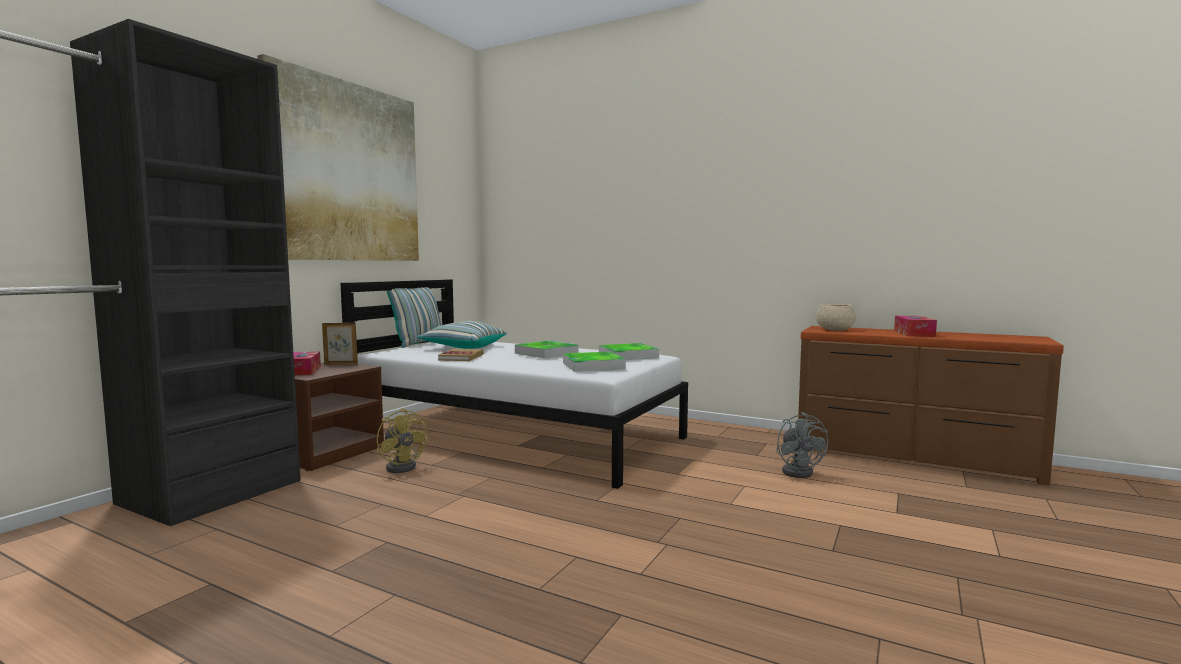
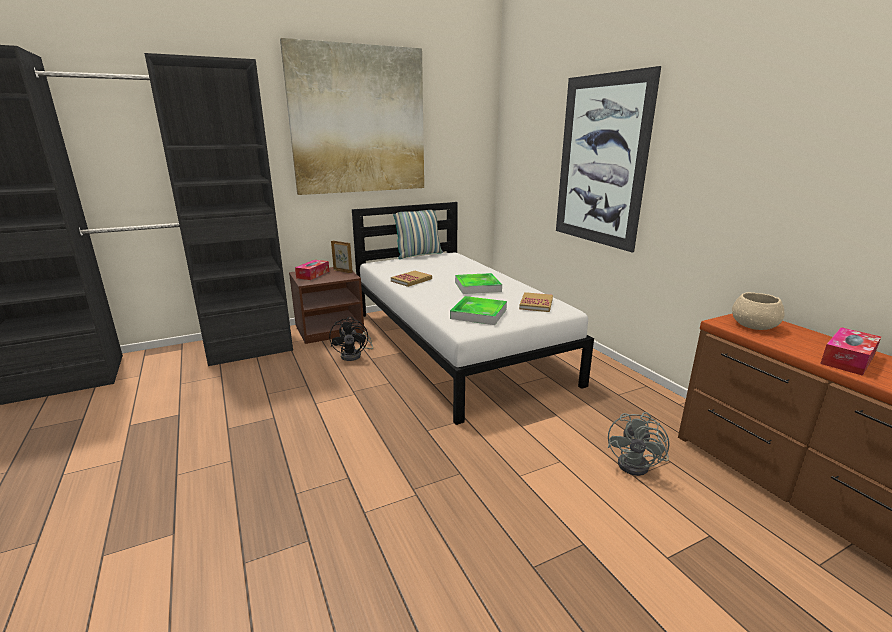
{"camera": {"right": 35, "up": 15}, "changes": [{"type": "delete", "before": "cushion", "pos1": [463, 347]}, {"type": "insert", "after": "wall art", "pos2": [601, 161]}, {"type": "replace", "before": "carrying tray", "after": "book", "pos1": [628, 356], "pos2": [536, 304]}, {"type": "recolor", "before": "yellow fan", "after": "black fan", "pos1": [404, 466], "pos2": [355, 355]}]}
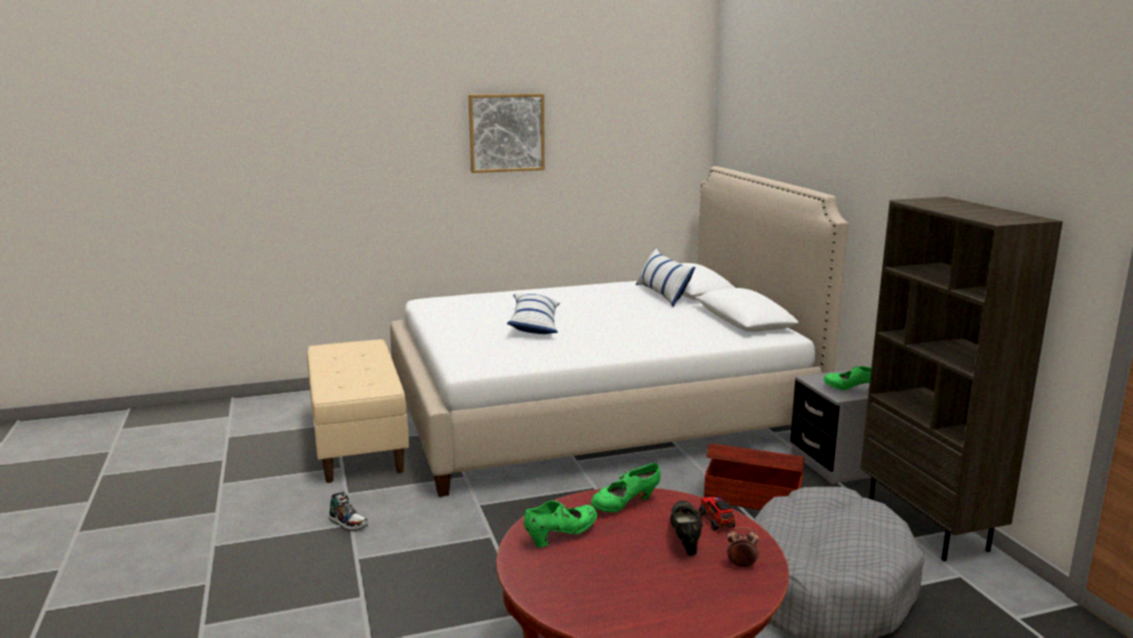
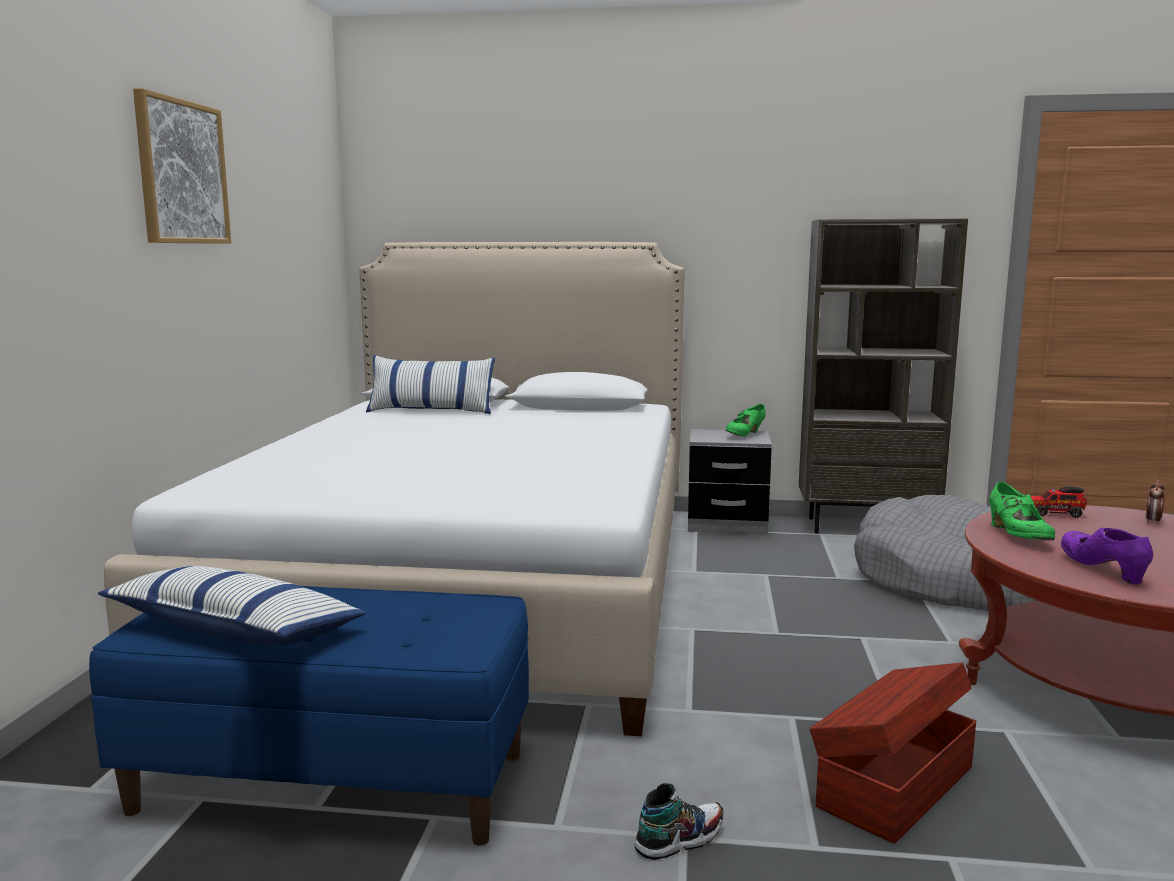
{"camera": {"right": -65, "up": -5}, "changes": [{"type": "delete", "before": "black low shoe", "pos1": [685, 538]}, {"type": "move", "before": "cushion", "pos1": [534, 324], "pos2": [235, 631]}, {"type": "move", "before": "brown storage bin", "pos1": [751, 497], "pos2": [892, 786]}, {"type": "recolor", "before": "sand-coloured bench", "after": "blue-coloured bench", "pos1": [359, 442], "pos2": [334, 781]}, {"type": "recolor", "before": "green low shoe", "after": "purple-coloured low shoe", "pos1": [561, 535], "pos2": [1103, 570]}]}
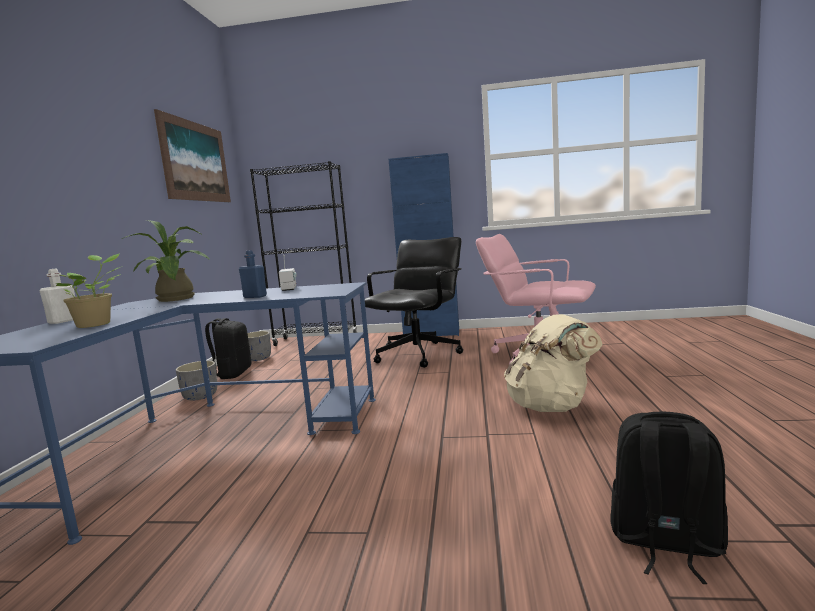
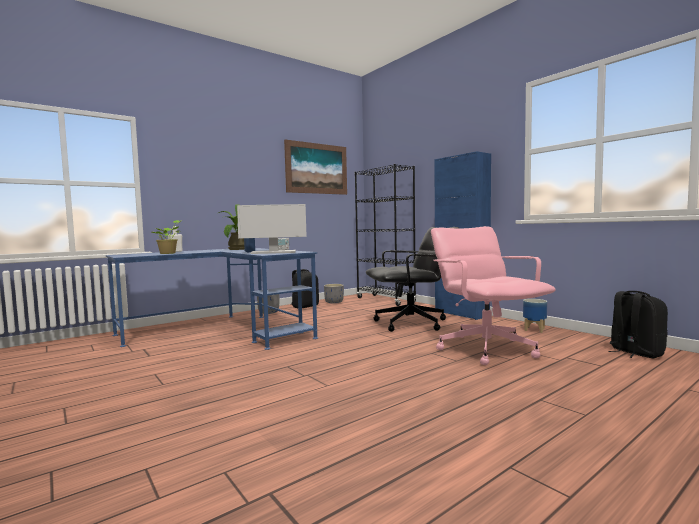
{"camera": {"right": 45, "up": -5}, "changes": [{"type": "delete", "before": "sand-coloured rucksack", "pos1": [551, 406]}, {"type": "insert", "after": "monitor", "pos2": [273, 252]}, {"type": "insert", "after": "flower pot", "pos2": [534, 330]}, {"type": "move", "before": "black rucksack", "pos1": [665, 543], "pos2": [635, 353]}]}
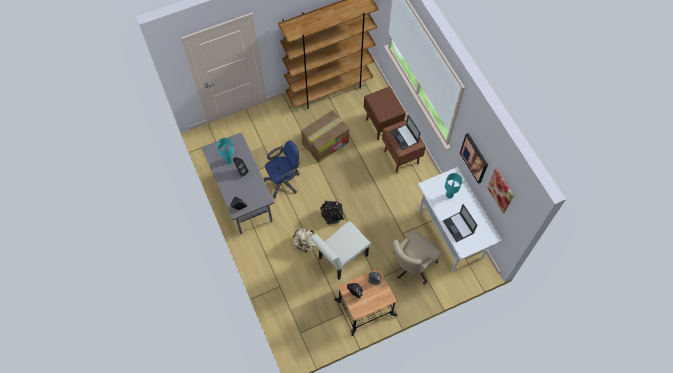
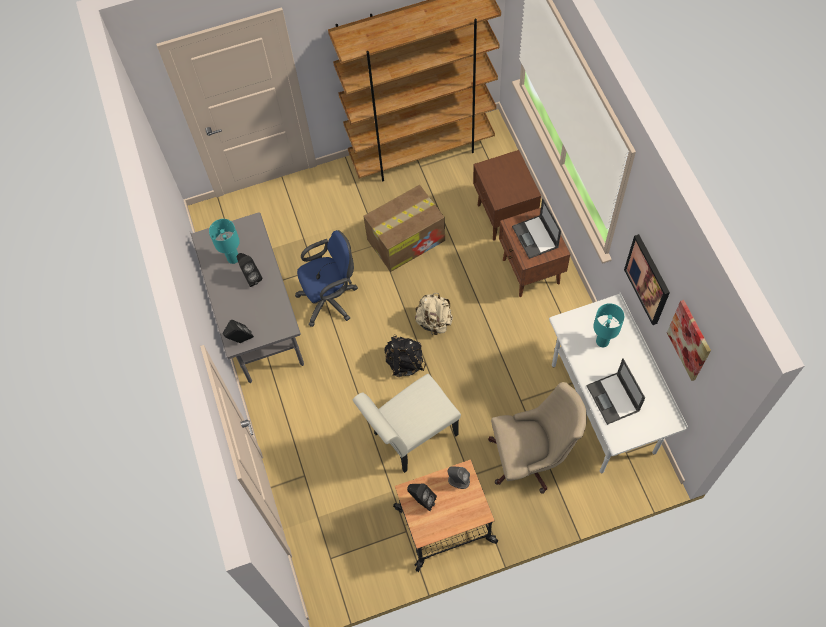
{"camera": {"right": 10, "up": 0}, "changes": [{"type": "move", "before": "sand-coloured rucksack", "pos1": [304, 244], "pos2": [434, 321]}, {"type": "rotate", "before": "sand-coloured office chair", "pos1": [411, 266], "pos2": [531, 458], "turn": -150}]}
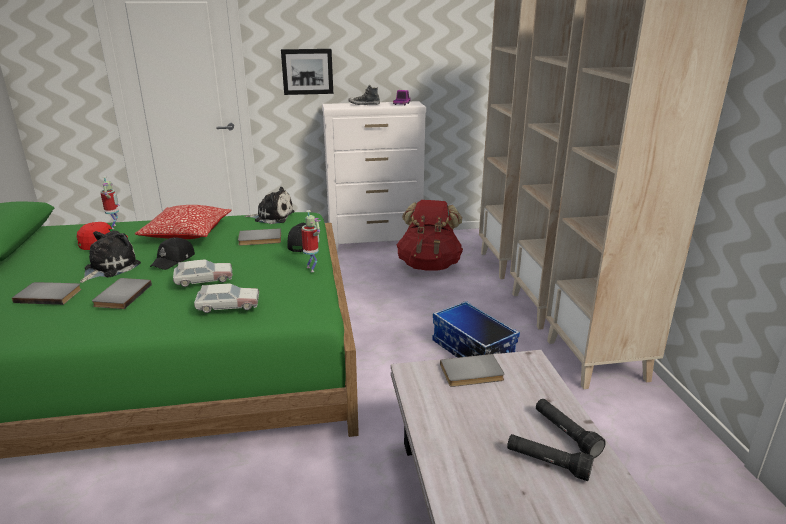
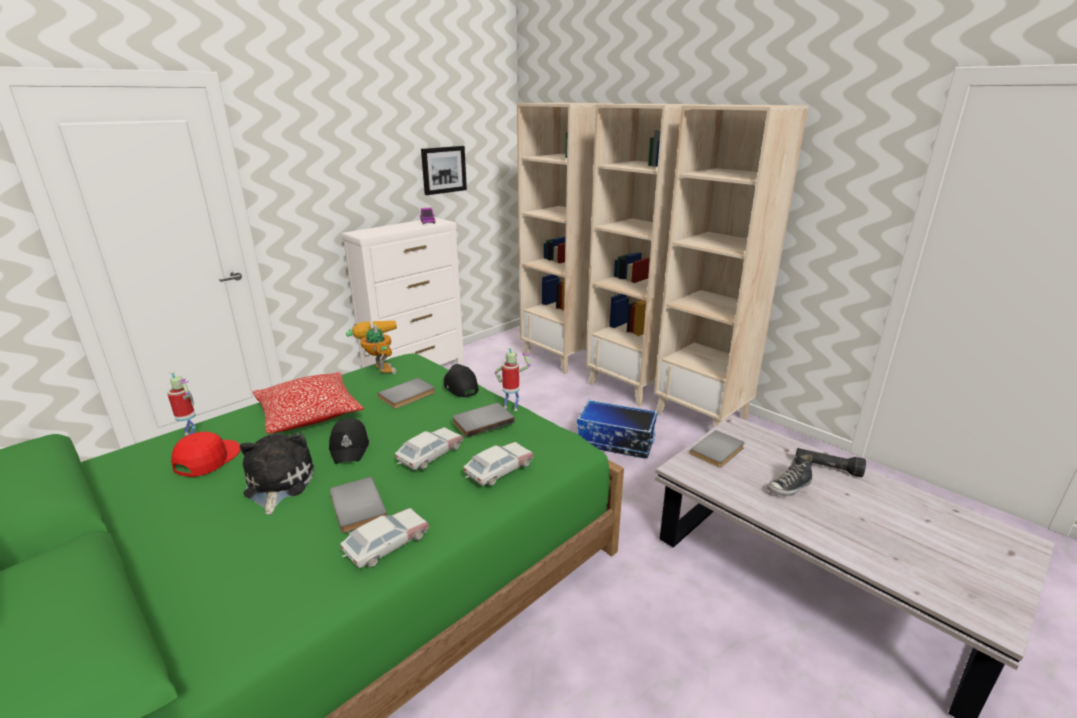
{"camera": {"right": -35, "up": 0}, "changes": [{"type": "delete", "before": "red-coloured rucksack", "pos1": [429, 265]}, {"type": "delete", "before": "black torch", "pos1": [547, 463]}, {"type": "insert", "after": "toy car", "pos2": [386, 544]}, {"type": "move", "before": "greyish book", "pos1": [49, 295], "pos2": [482, 421]}, {"type": "move", "before": "wall art", "pos1": [307, 71], "pos2": [443, 170]}, {"type": "move", "before": "low shoe", "pos1": [364, 104], "pos2": [789, 487]}, {"type": "replace", "before": "plush toy", "after": "toy robot", "pos1": [272, 217], "pos2": [378, 369]}]}
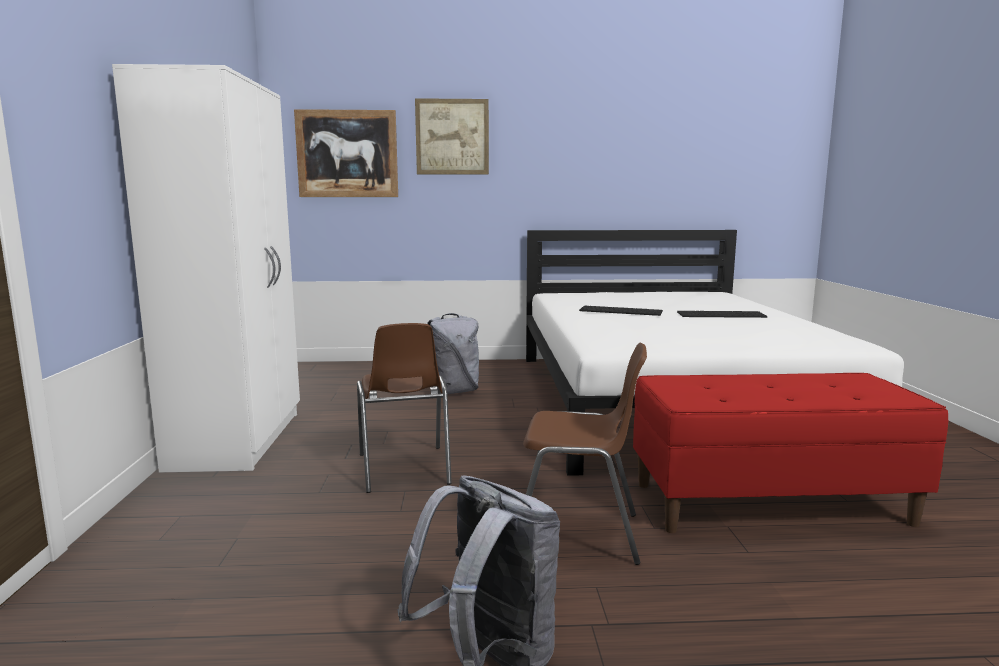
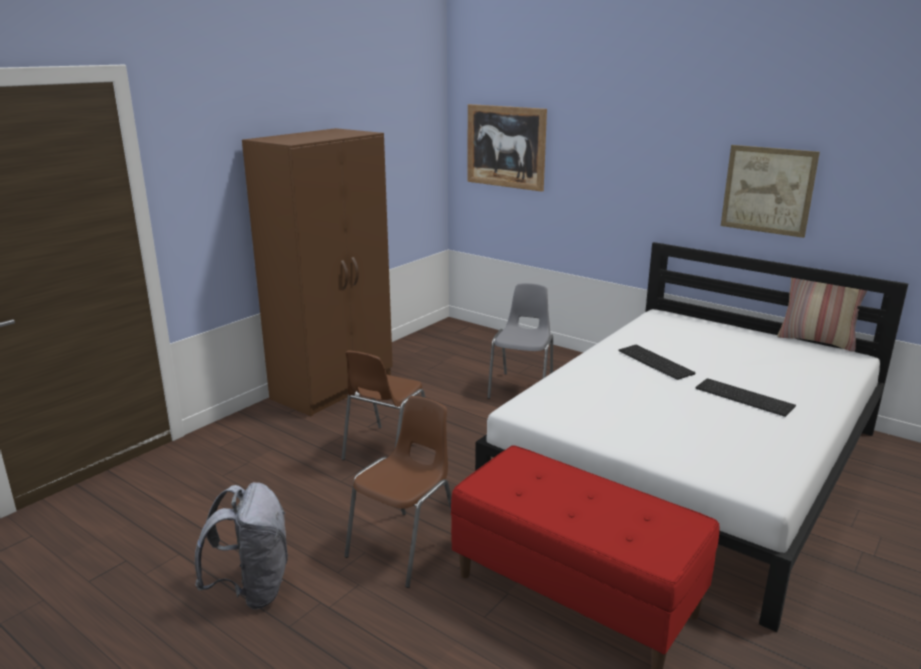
{"camera": {"right": 40, "up": 10}, "changes": [{"type": "insert", "after": "cushion", "pos2": [816, 341]}, {"type": "move", "before": "wall art", "pos1": [452, 137], "pos2": [768, 190]}, {"type": "replace", "before": "greyish rucksack", "after": "greyish chair", "pos1": [452, 391], "pos2": [522, 389]}, {"type": "recolor", "before": "white clothes cupboard", "after": "brown clothes cupboard", "pos1": [239, 439], "pos2": [334, 387]}, {"type": "rotate", "before": "brown chair", "pos1": [578, 534], "pos2": [406, 547], "turn": -105}]}
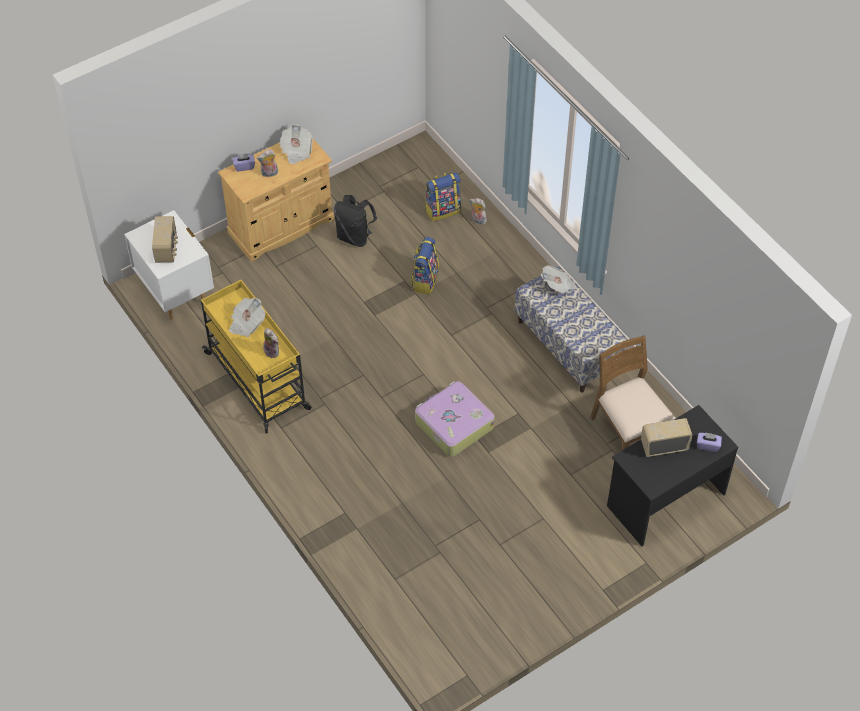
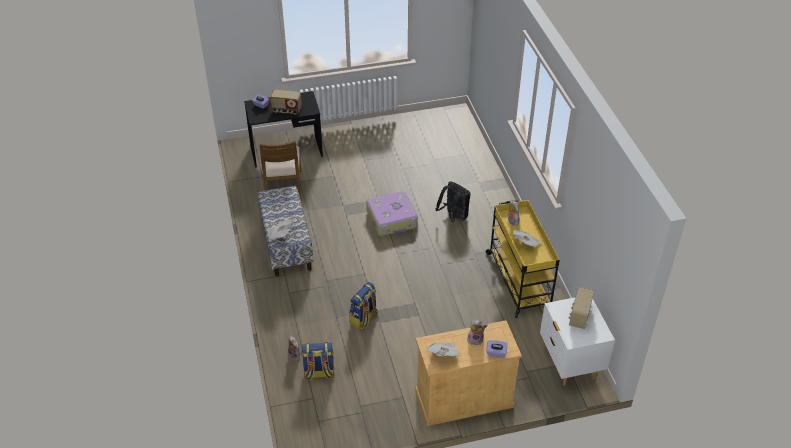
{"camera": {"right": -160, "up": -10}, "changes": [{"type": "move", "before": "black rucksack", "pos1": [355, 237], "pos2": [454, 217]}]}
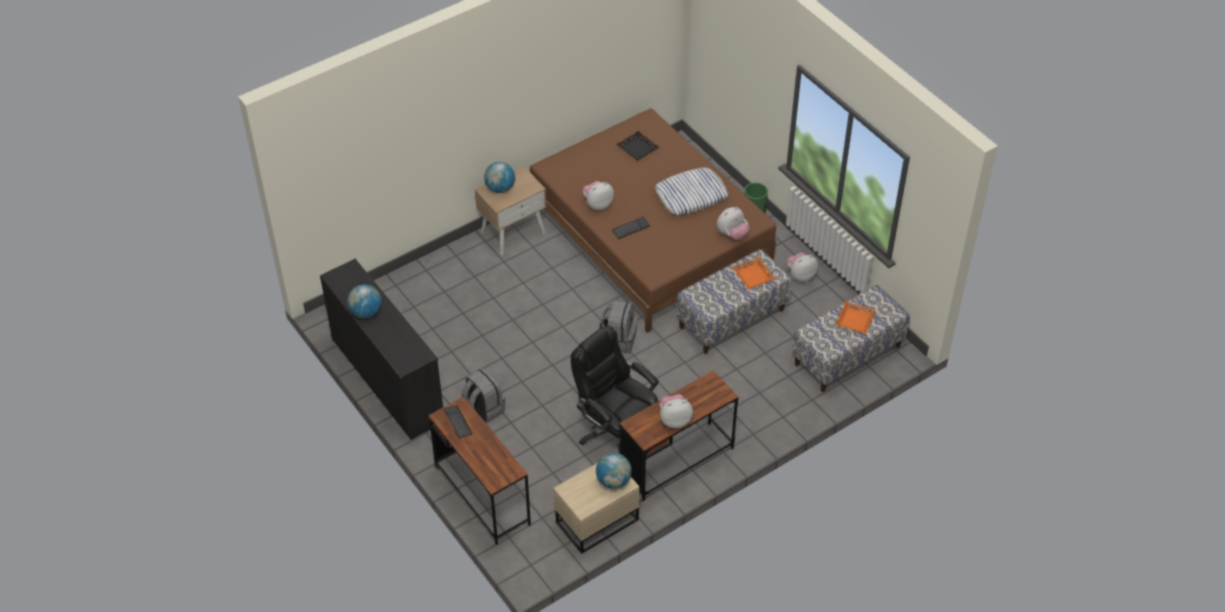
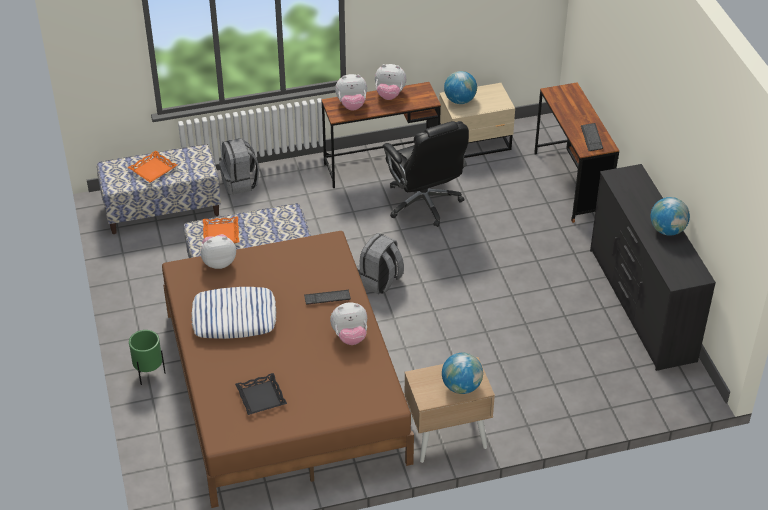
{"camera": {"right": -160, "up": -5}, "changes": [{"type": "move", "before": "greyish rucksack", "pos1": [483, 409], "pos2": [240, 183]}, {"type": "move", "before": "plush toy", "pos1": [800, 275], "pos2": [352, 105]}]}
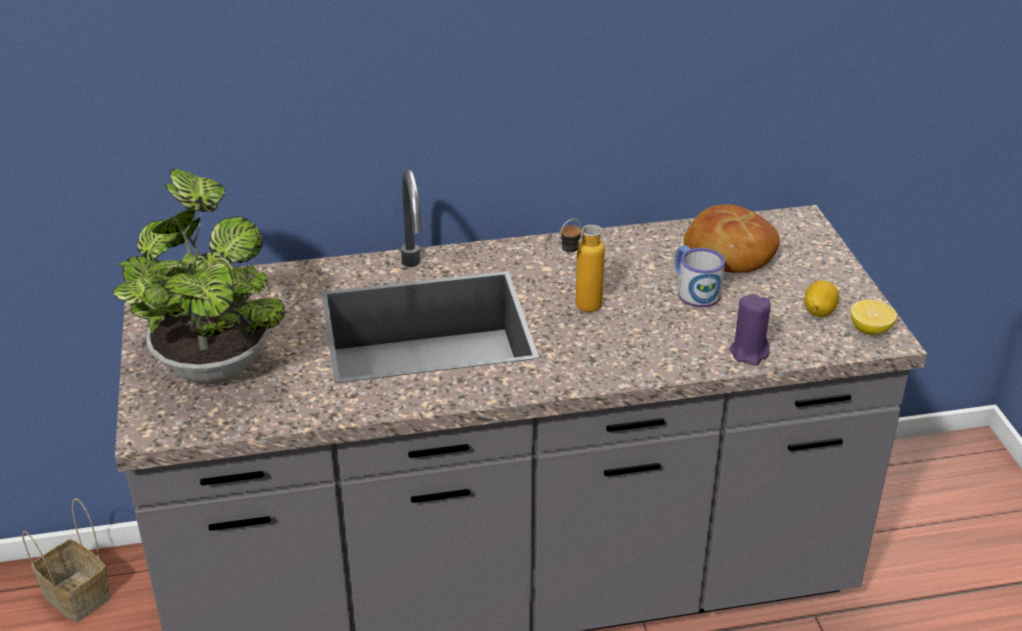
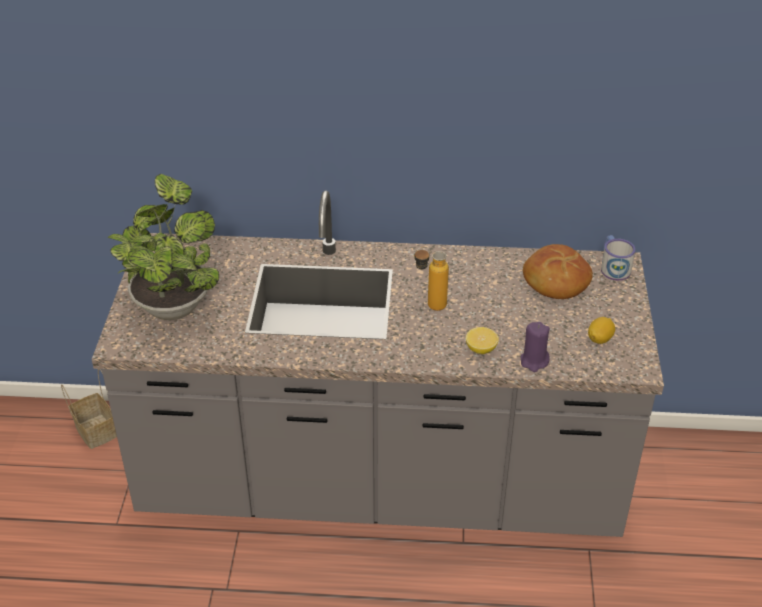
{"camera": {"right": 15, "up": 5}, "changes": [{"type": "move", "before": "mug", "pos1": [694, 290], "pos2": [613, 267]}, {"type": "move", "before": "lemon", "pos1": [870, 330], "pos2": [481, 349]}]}
